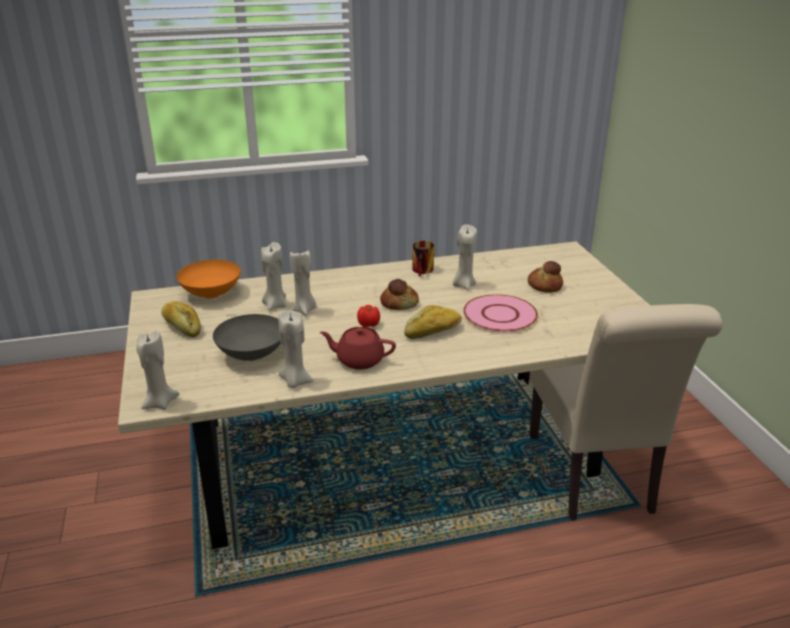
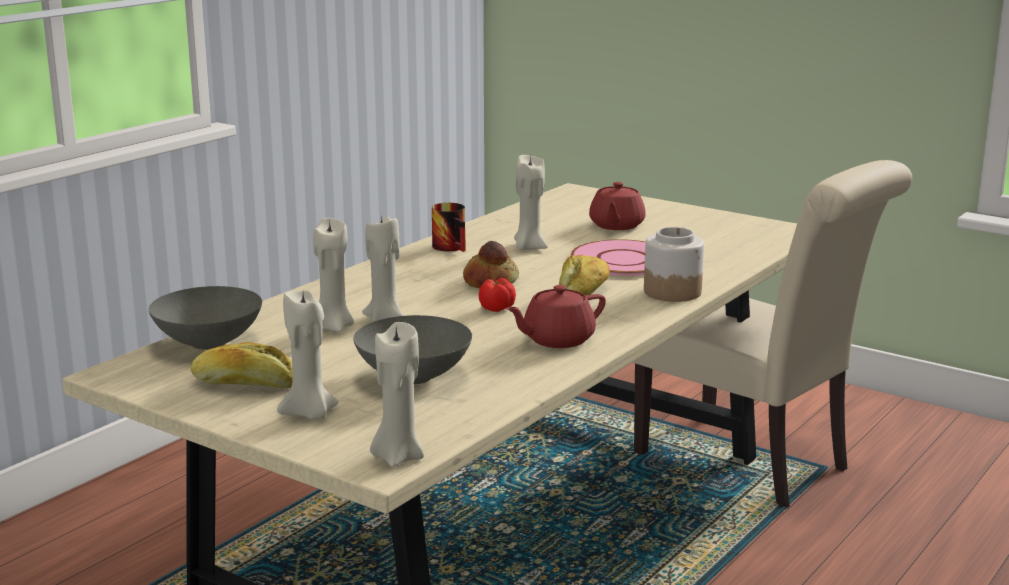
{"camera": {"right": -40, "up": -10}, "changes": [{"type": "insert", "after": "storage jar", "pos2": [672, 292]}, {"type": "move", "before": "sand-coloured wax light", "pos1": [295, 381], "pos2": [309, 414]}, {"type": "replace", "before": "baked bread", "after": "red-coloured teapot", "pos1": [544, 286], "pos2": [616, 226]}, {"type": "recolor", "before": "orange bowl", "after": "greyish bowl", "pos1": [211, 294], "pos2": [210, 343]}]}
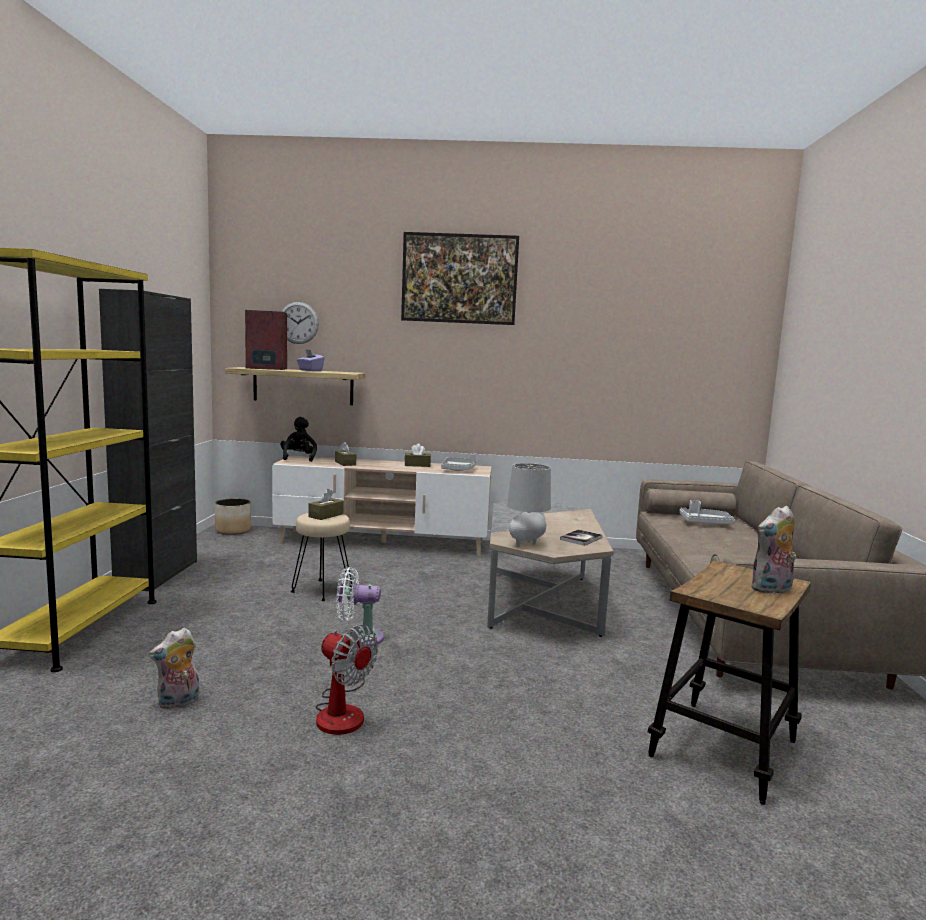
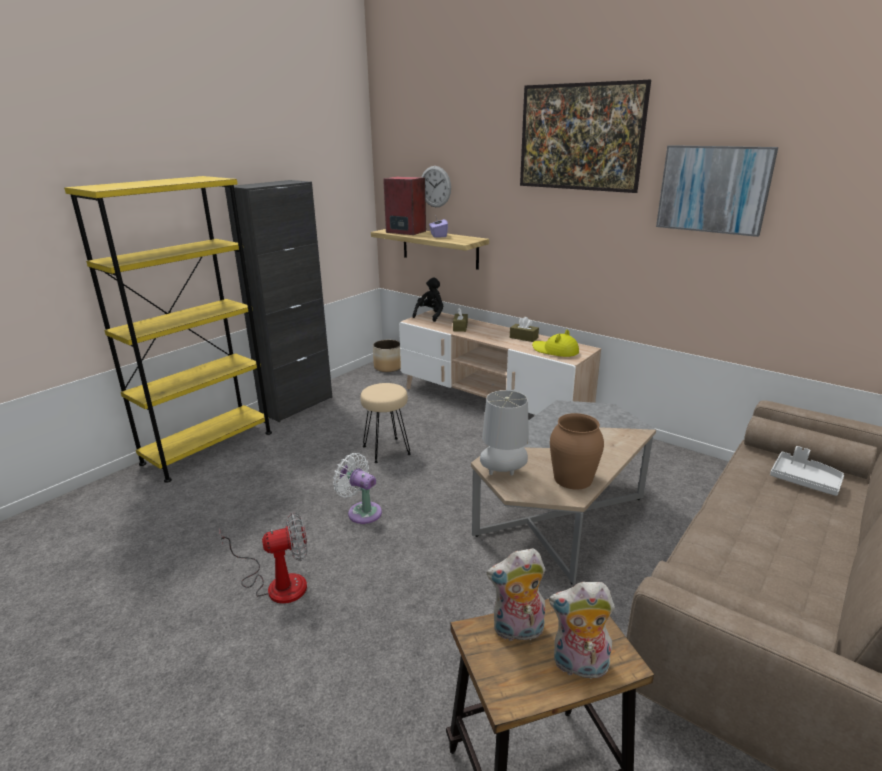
{"camera": {"right": 35, "up": 15}, "changes": [{"type": "delete", "before": "brown tissue holder", "pos1": [326, 515]}, {"type": "insert", "after": "wall art", "pos2": [713, 189]}, {"type": "move", "before": "plush toy", "pos1": [178, 703], "pos2": [517, 631]}, {"type": "replace", "before": "greyish carrying tray", "after": "yellow wearable hat", "pos1": [458, 470], "pos2": [555, 351]}, {"type": "replace", "before": "book", "after": "brown vase", "pos1": [581, 538], "pos2": [573, 478]}, {"type": "rotate", "before": "fan", "pos1": [342, 710], "pos2": [277, 583], "turn": -90}]}
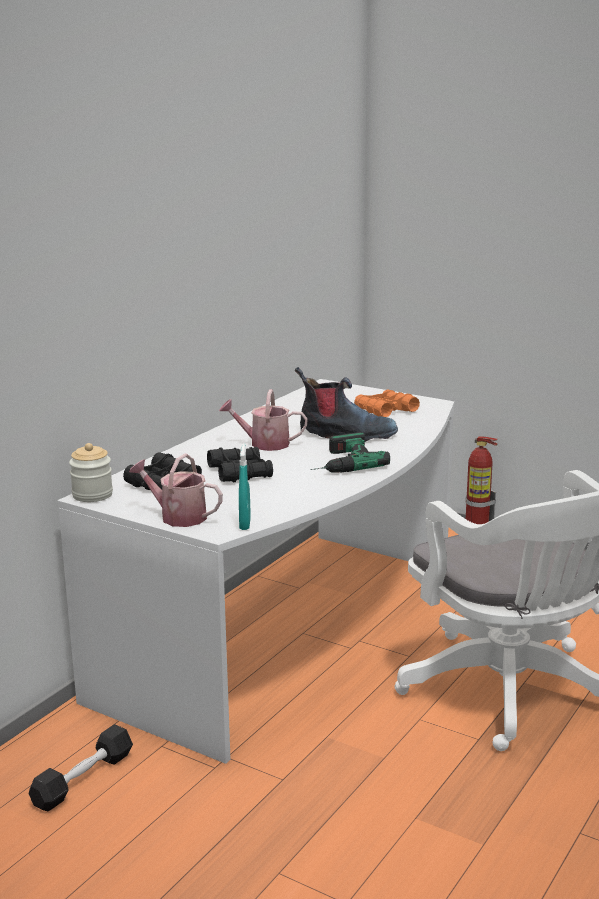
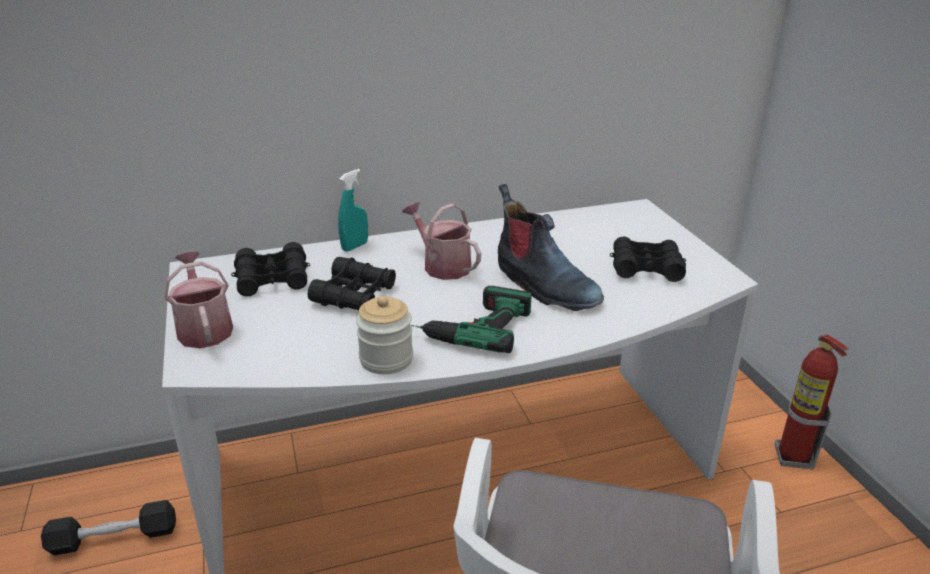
{"camera": {"right": 40, "up": 10}, "changes": [{"type": "move", "before": "storage jar", "pos1": [92, 495], "pos2": [386, 359]}, {"type": "move", "before": "turquoise-coloured spray bottle", "pos1": [245, 524], "pos2": [355, 246]}, {"type": "recolor", "before": "orange pair of binoculars", "after": "black pair of binoculars", "pos1": [386, 411], "pos2": [646, 268]}]}
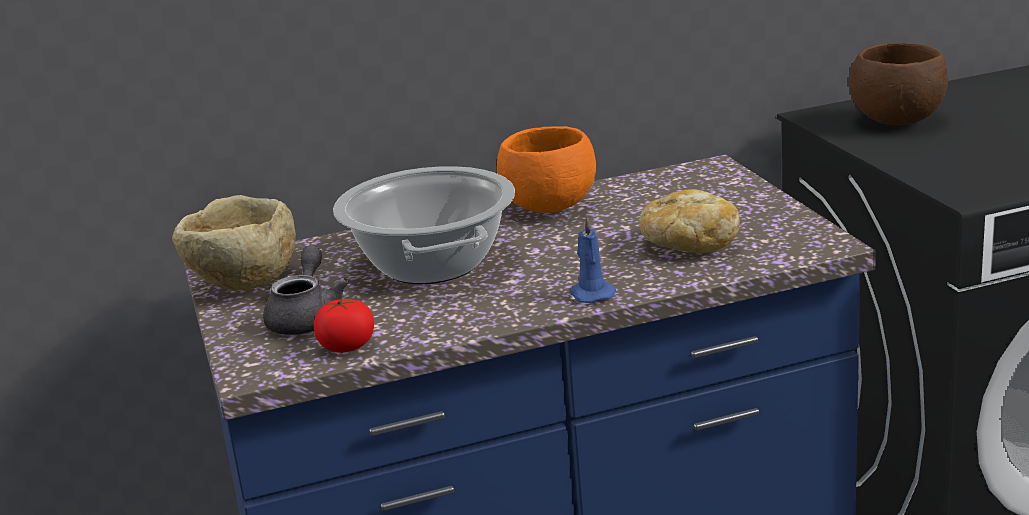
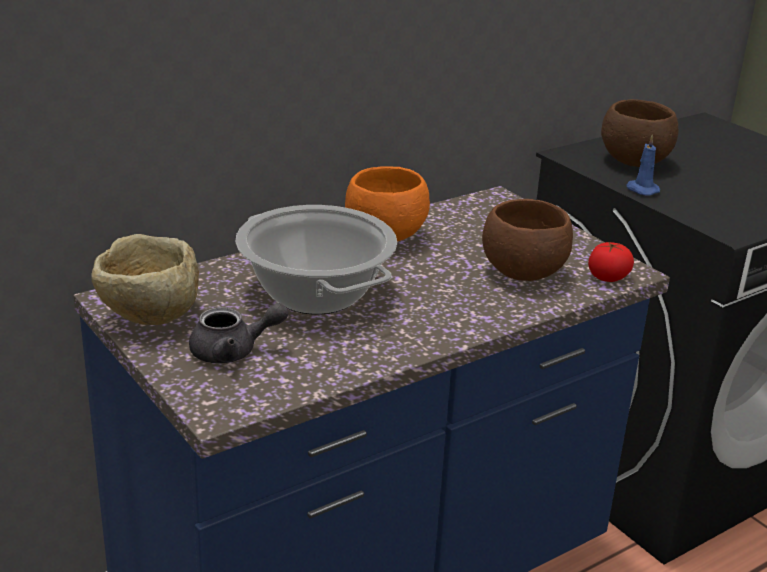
{"camera": {"right": -20, "up": 5}, "changes": [{"type": "move", "before": "fresh tomato", "pos1": [347, 347], "pos2": [608, 277]}, {"type": "move", "before": "blue-coloured wax light", "pos1": [591, 294], "pos2": [641, 189]}, {"type": "replace", "before": "baked bread", "after": "brown bowl", "pos1": [687, 245], "pos2": [523, 273]}, {"type": "rotate", "before": "greyish teapot", "pos1": [307, 318], "pos2": [233, 351], "turn": 90}]}
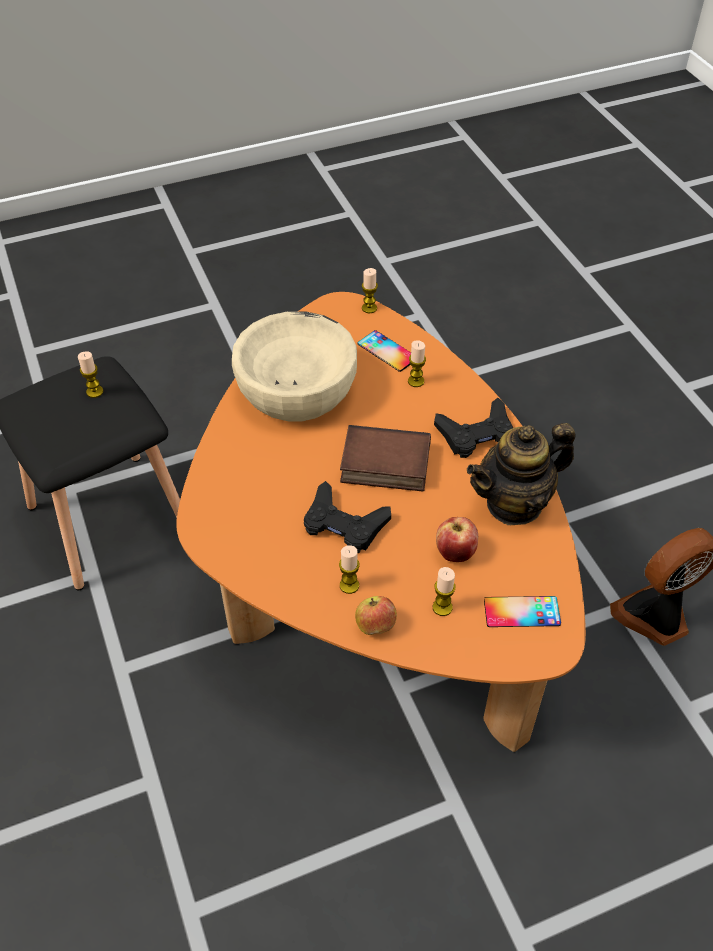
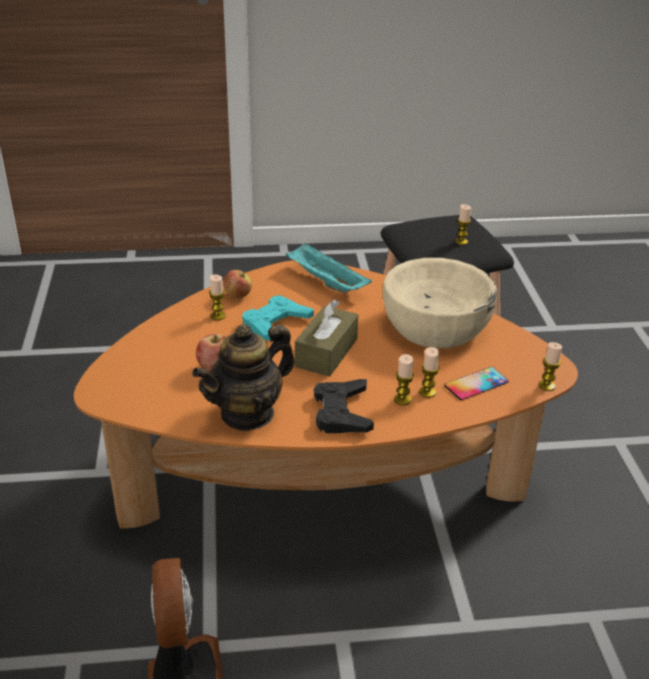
{"camera": {"right": 105, "up": -15}, "changes": [{"type": "delete", "before": "phone", "pos1": [521, 612]}, {"type": "insert", "after": "turquoise-coloured carrying tray", "pos2": [325, 282]}, {"type": "move", "before": "apple fruit", "pos1": [375, 625], "pos2": [237, 296]}, {"type": "move", "before": "wax light", "pos1": [442, 607], "pos2": [402, 399]}, {"type": "replace", "before": "book", "after": "brown tissue holder", "pos1": [383, 466], "pos2": [326, 353]}, {"type": "recolor", "before": "black game controller", "after": "turquoise-coloured game controller", "pos1": [344, 524], "pos2": [275, 323]}, {"type": "rotate", "before": "teapot", "pos1": [514, 503], "pos2": [247, 413], "turn": -120}]}
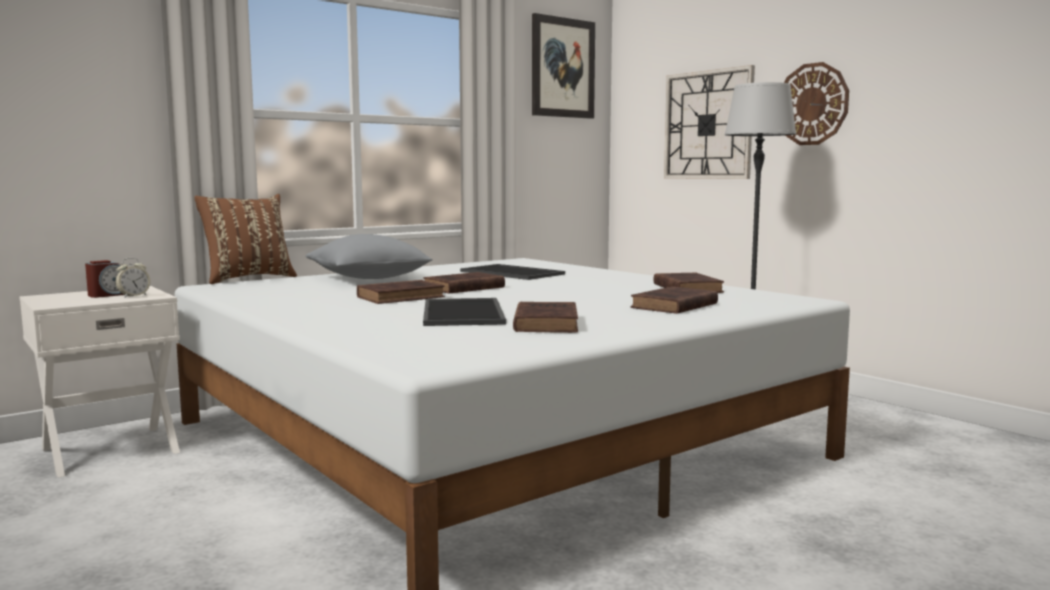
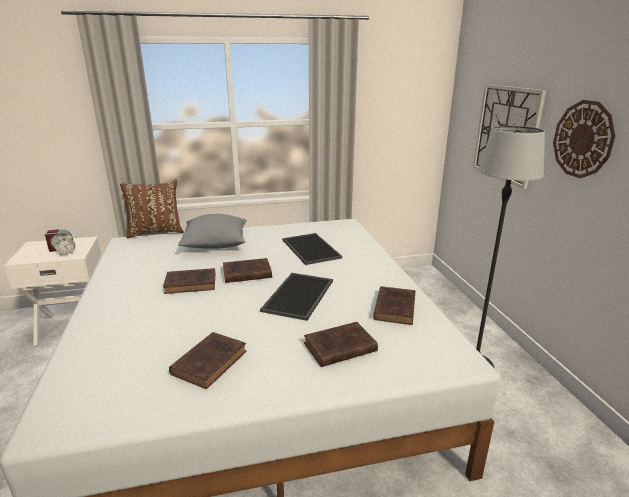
{"camera": {"right": 25, "up": 15}, "changes": [{"type": "delete", "before": "wall art", "pos1": [562, 68]}, {"type": "move", "before": "carrying tray", "pos1": [465, 313], "pos2": [299, 296]}]}
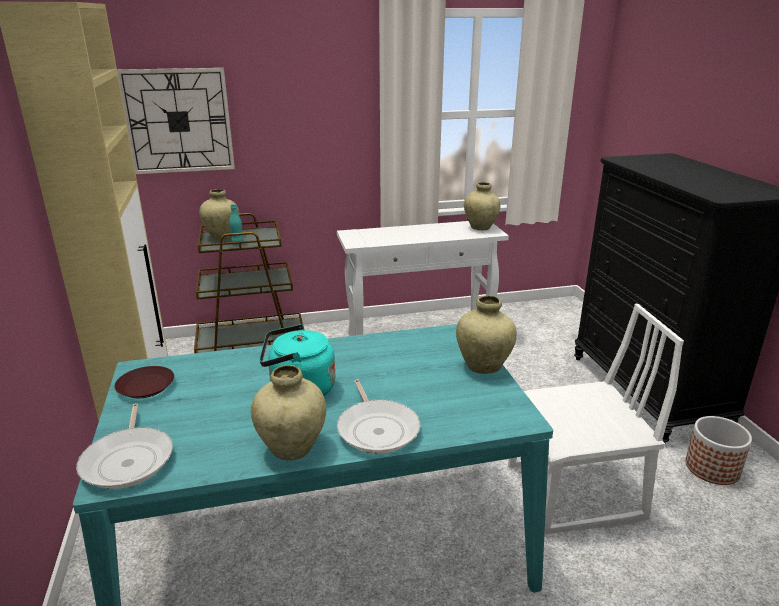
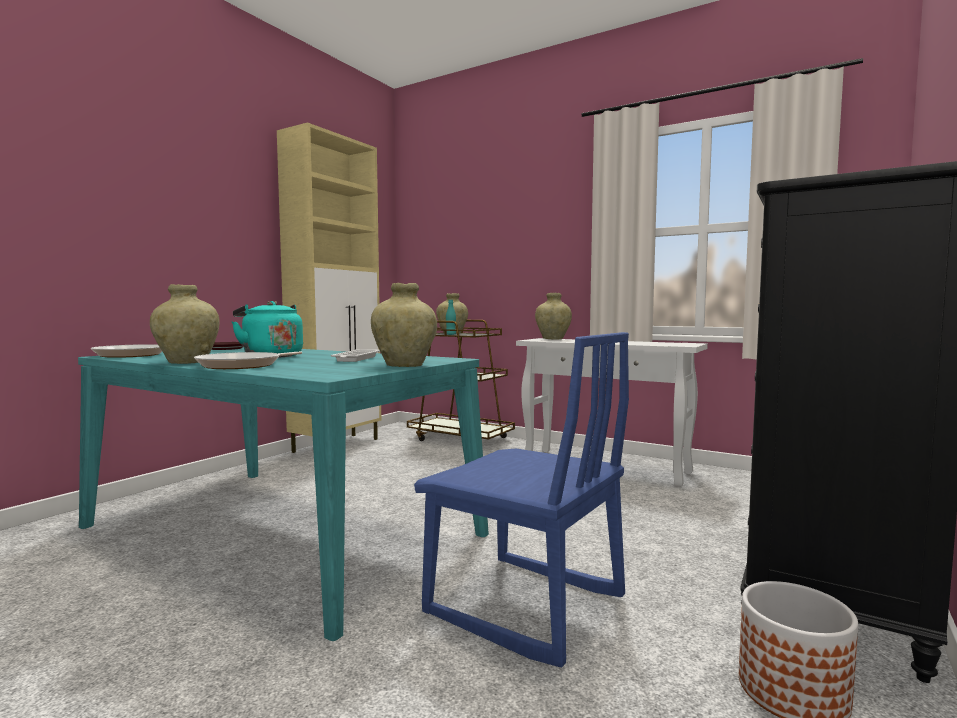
{"camera": {"right": 45, "up": -20}, "changes": [{"type": "delete", "before": "wall clock", "pos1": [178, 121]}, {"type": "insert", "after": "white carrying tray", "pos2": [356, 359]}, {"type": "move", "before": "sand-coloured vase", "pos1": [480, 227], "pos2": [553, 339]}, {"type": "recolor", "before": "white chair", "after": "blue-coloured chair", "pos1": [574, 493], "pos2": [524, 607]}]}
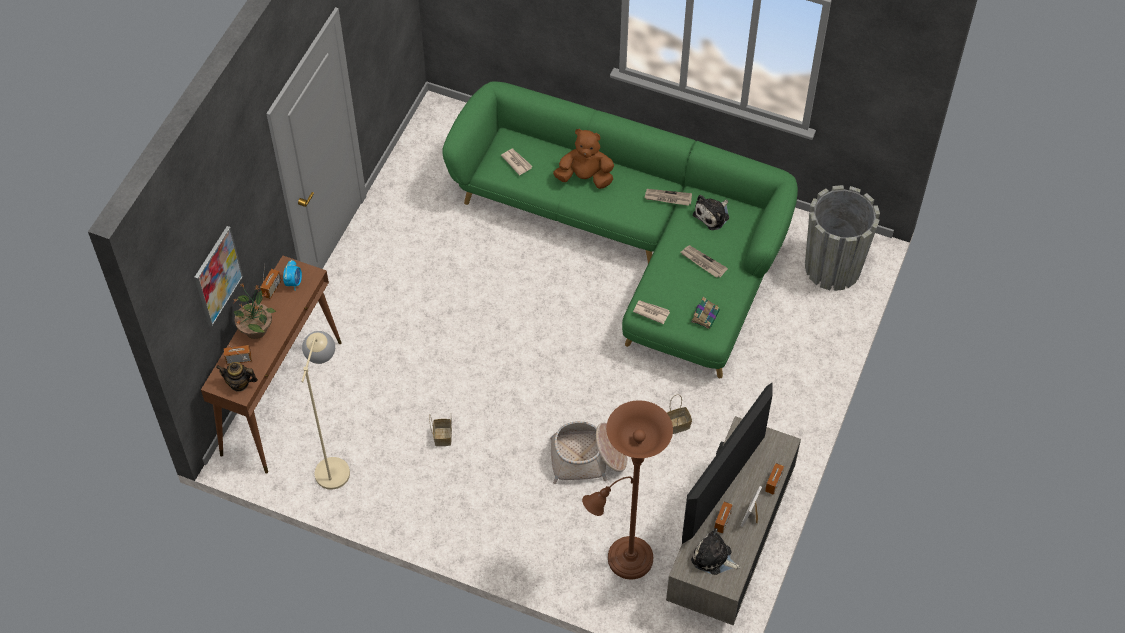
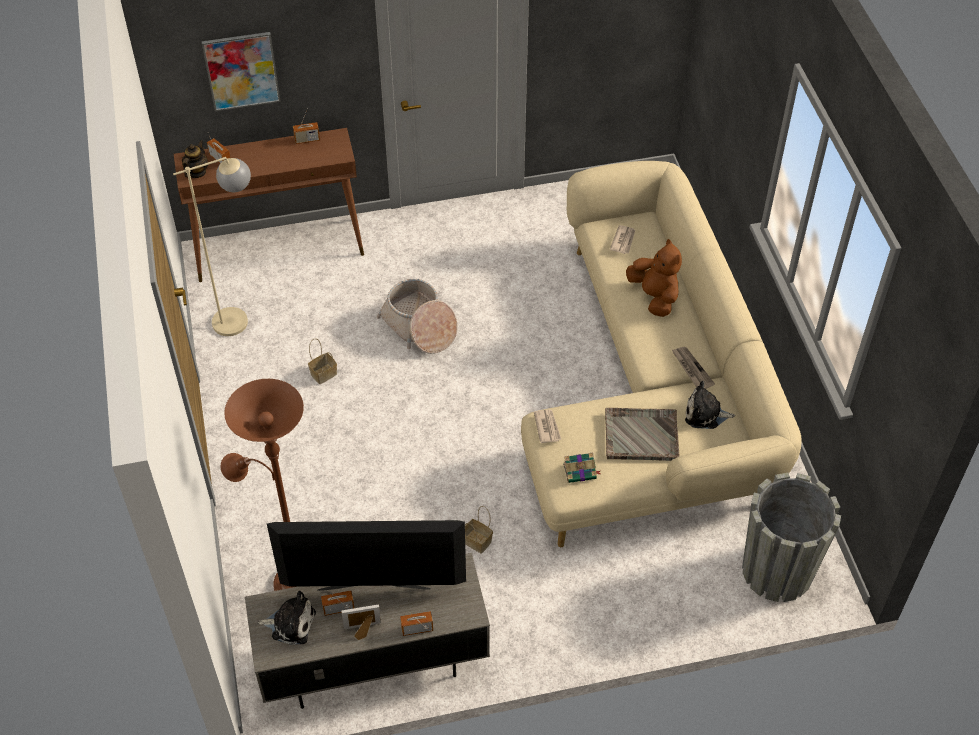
{"camera": {"right": 55, "up": -5}, "changes": [{"type": "delete", "before": "plant in a pot", "pos1": [256, 329]}, {"type": "delete", "before": "bedside clock", "pos1": [294, 282]}, {"type": "move", "before": "storage basket", "pos1": [588, 459], "pos2": [419, 327]}, {"type": "replace", "before": "newspaper", "after": "greyish carrying tray", "pos1": [703, 262], "pos2": [640, 435]}, {"type": "recolor", "before": "green sofa", "after": "sand-coloured sofa", "pos1": [635, 241], "pos2": [653, 393]}, {"type": "rotate", "before": "teapot", "pos1": [239, 384], "pos2": [196, 172], "turn": 45}, {"type": "rotate", "before": "plush toy", "pos1": [713, 558], "pos2": [290, 623], "turn": 105}]}
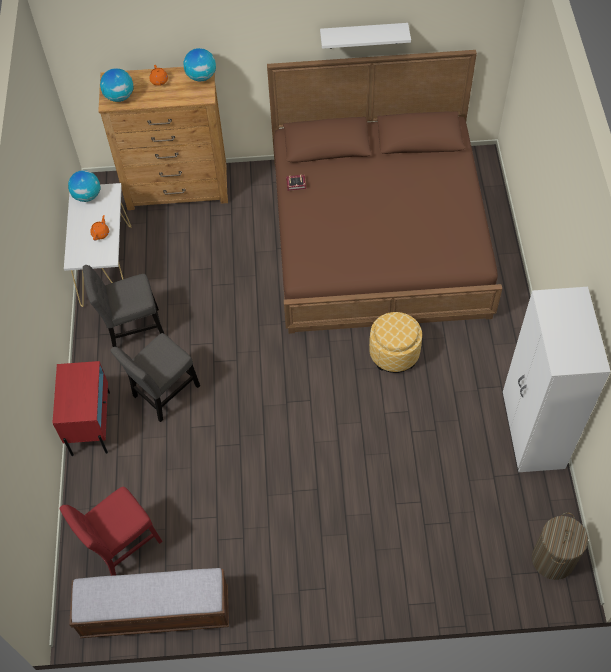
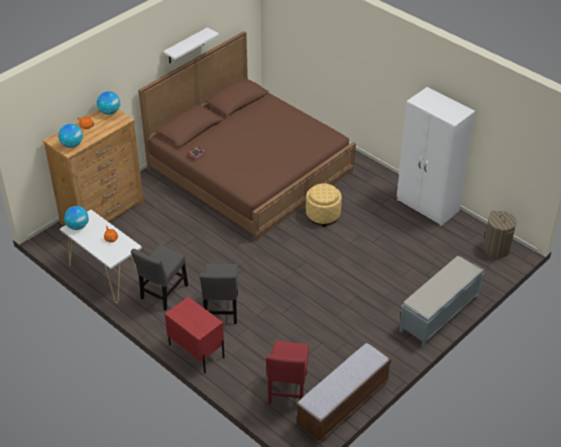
{"camera": {"right": -45, "up": -15}, "changes": [{"type": "insert", "after": "greyish bench", "pos2": [439, 314]}]}
